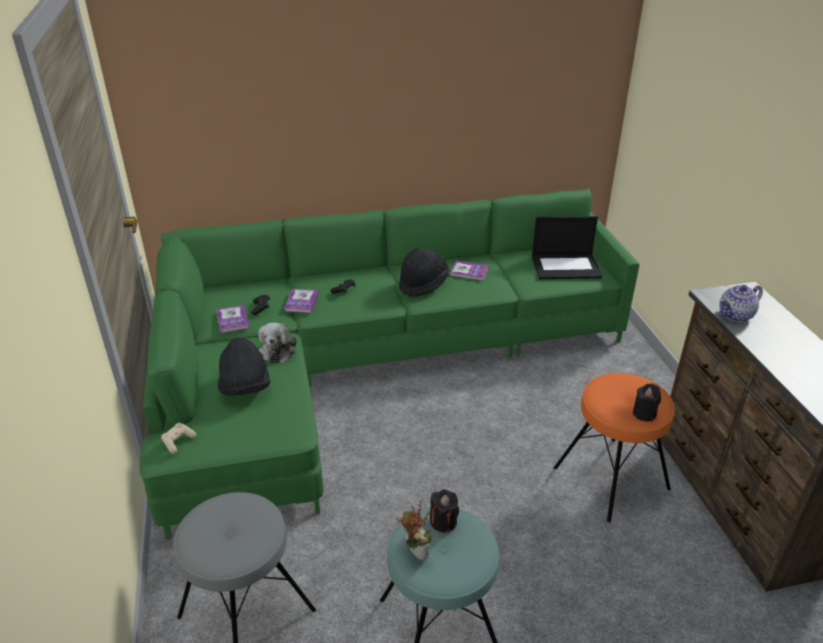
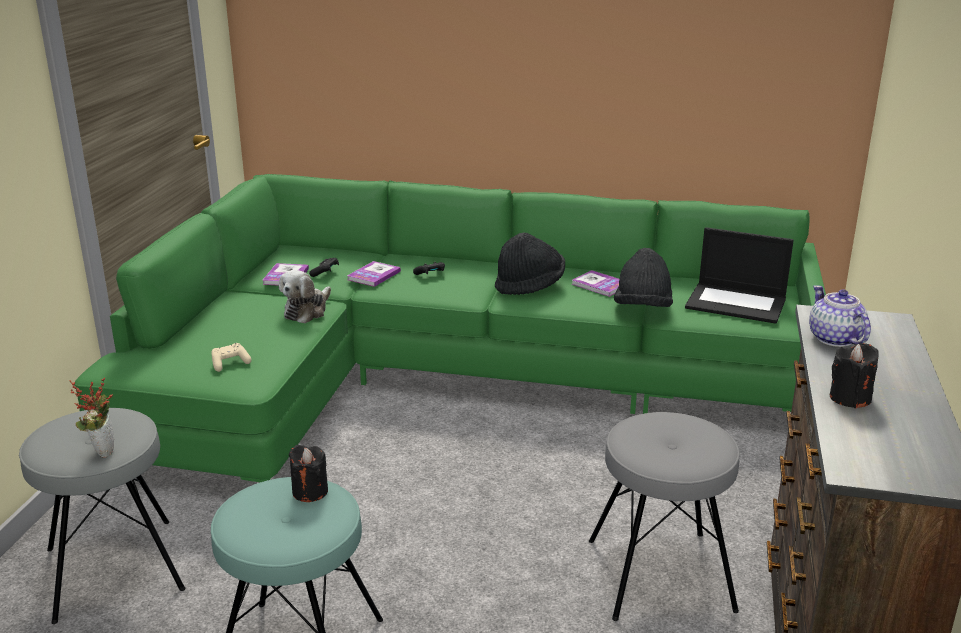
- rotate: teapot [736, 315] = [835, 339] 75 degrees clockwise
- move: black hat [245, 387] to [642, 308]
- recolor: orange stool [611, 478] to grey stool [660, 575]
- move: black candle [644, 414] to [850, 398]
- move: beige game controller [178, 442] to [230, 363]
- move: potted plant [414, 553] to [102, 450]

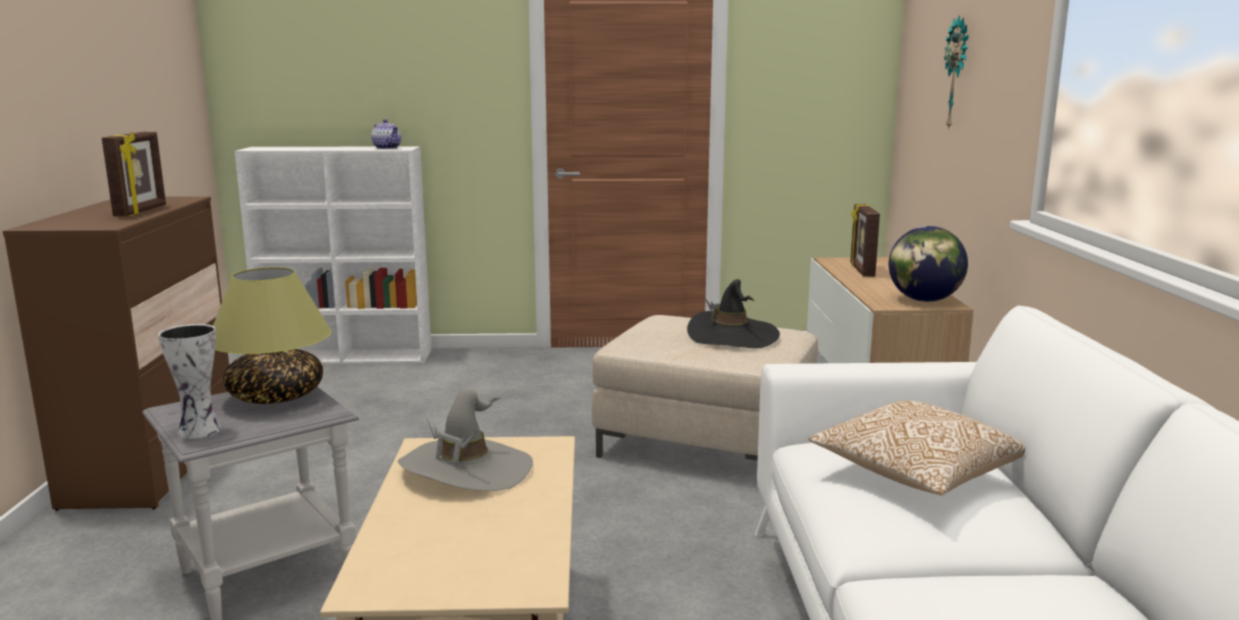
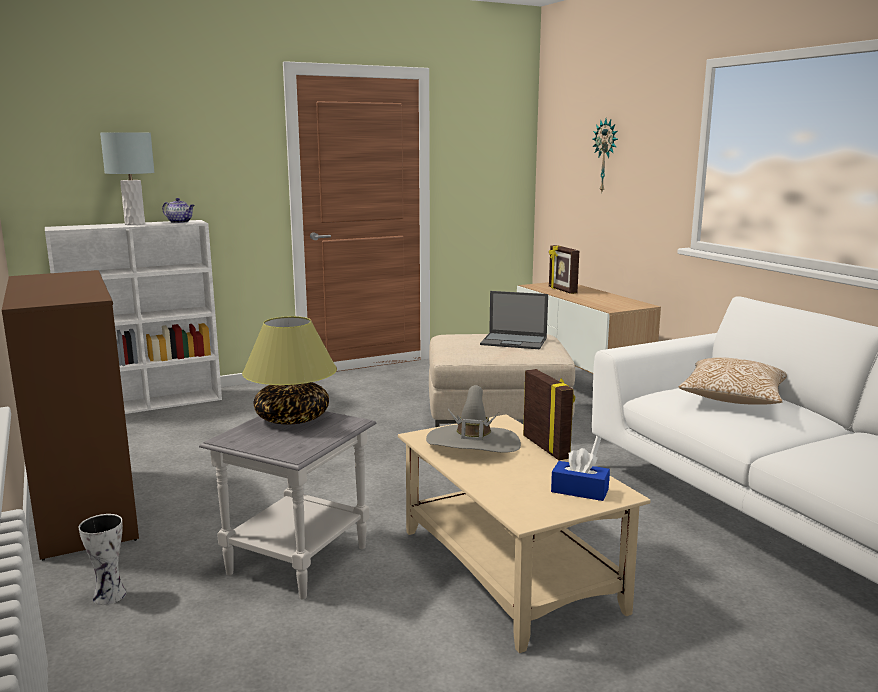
- move: picture frame [142, 211] to [546, 447]
- delete: globe [924, 300]
- replace: black hat [732, 336] to laptop [514, 341]
- move: vase [201, 431] to [111, 596]
- insert: grey table lamp [134, 224]
- insert: blue tissue box [579, 491]

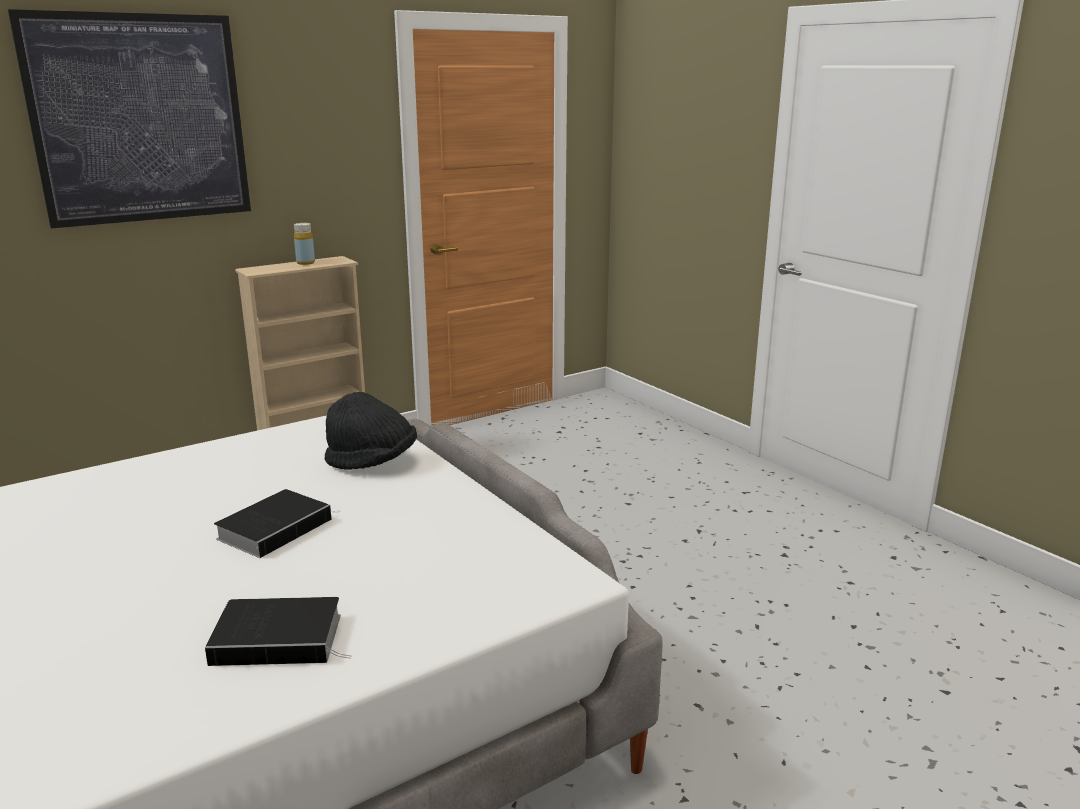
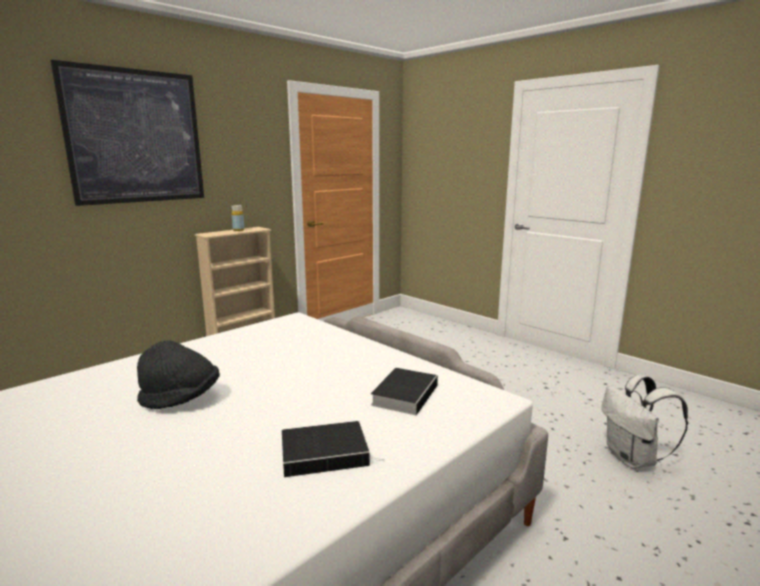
- move: black hat [372, 462] to [181, 399]
- move: book [276, 527] to [405, 394]
- insert: white backpack [633, 459]

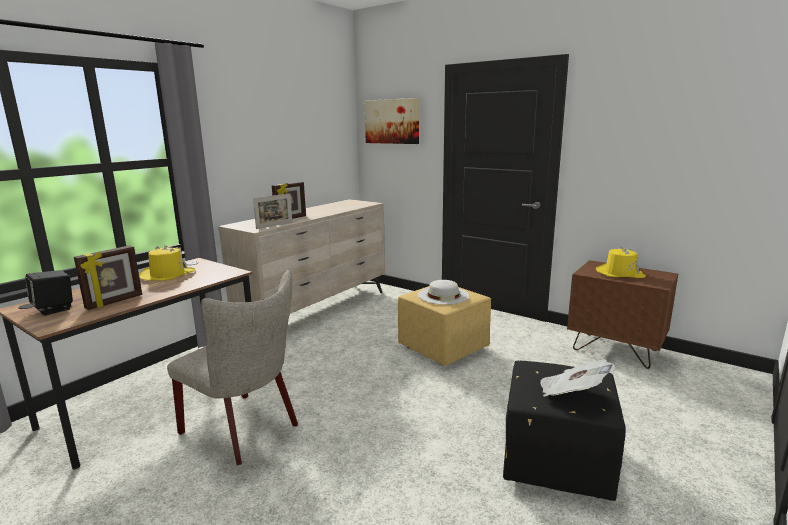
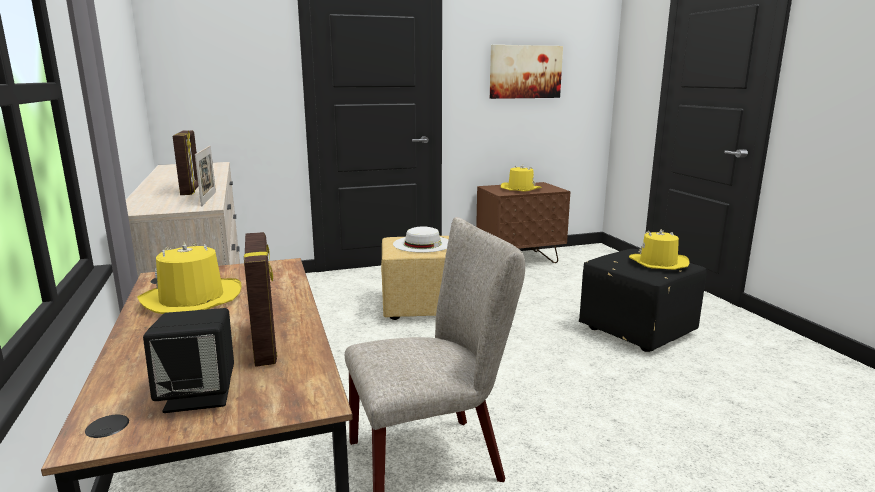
- move: picture [392, 121] to [525, 72]
- replace: newspaper [572, 393] to yellow hat [658, 263]

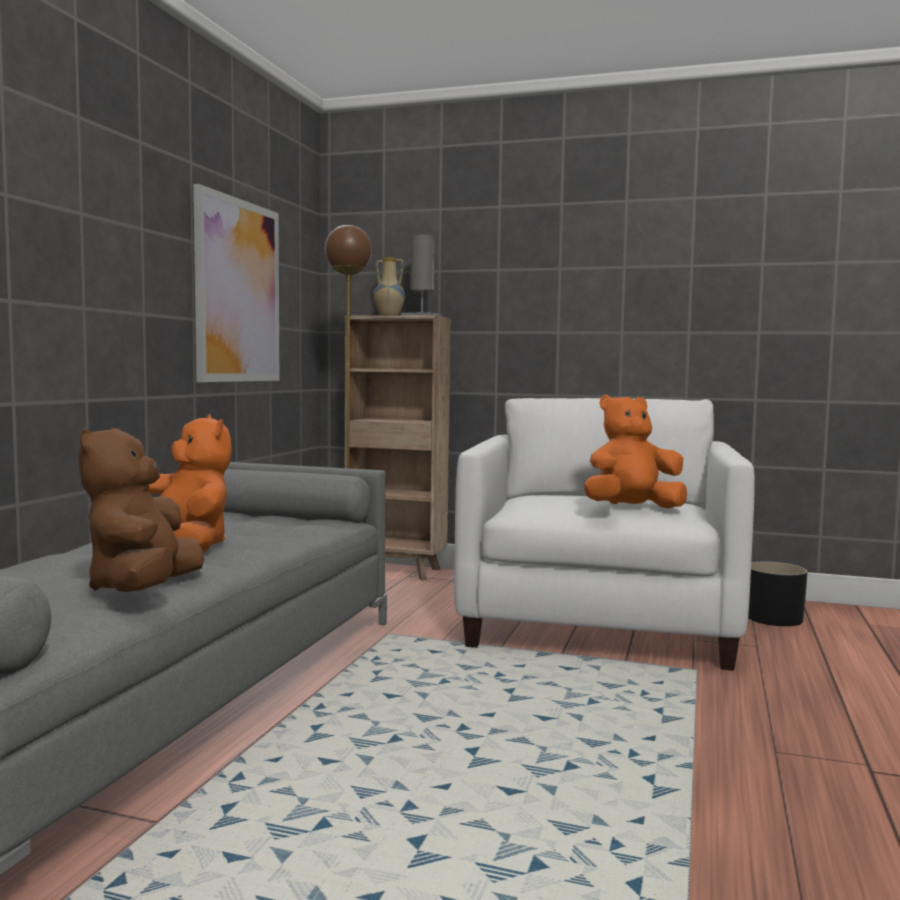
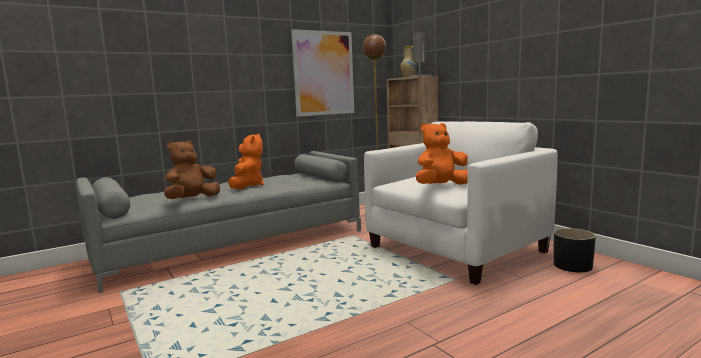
- rotate: orange plush toy [631, 509] = [441, 186] 45 degrees counterclockwise

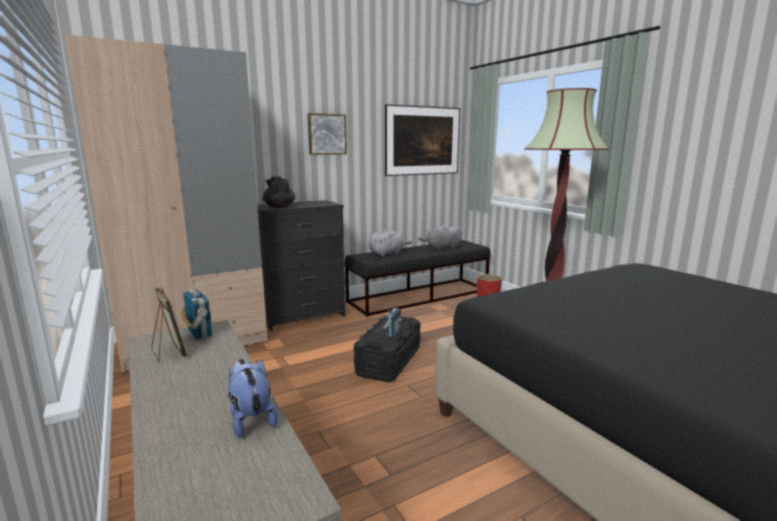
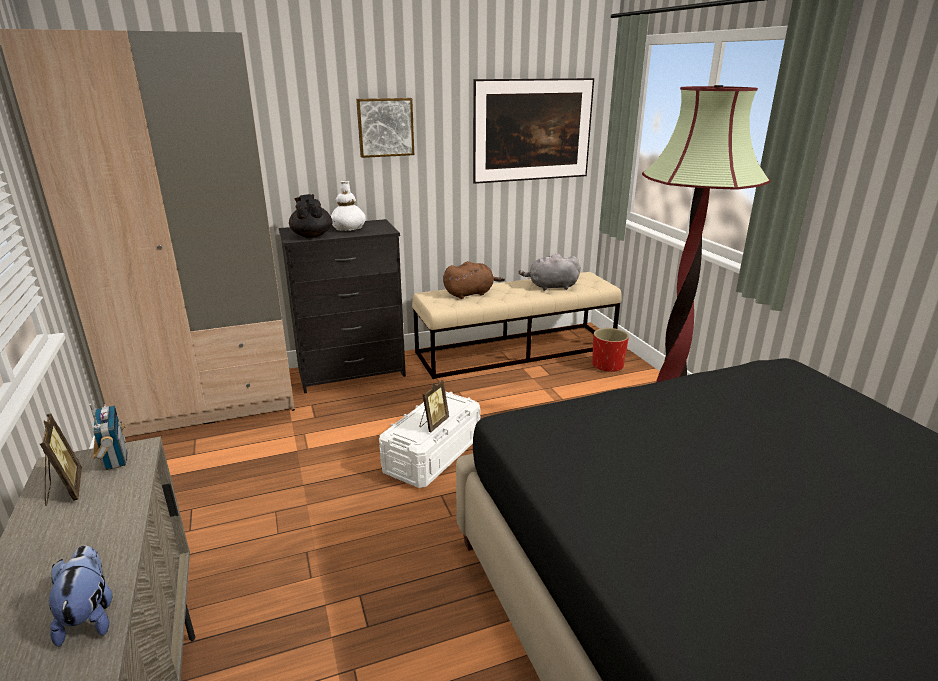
- recolor: grey plush toy [388, 253] to brown plush toy [470, 294]
- recolor: black bench [419, 296] to beige bench [516, 350]
- replace: radio [392, 333] to picture frame [433, 424]
- recolor: black storage box [388, 361] to white storage box [432, 455]
- insert: white vase [348, 228]

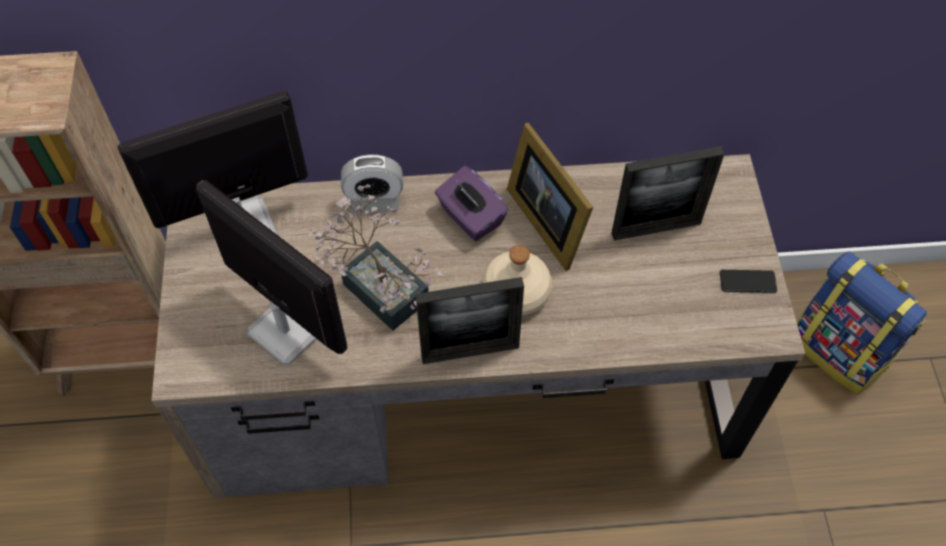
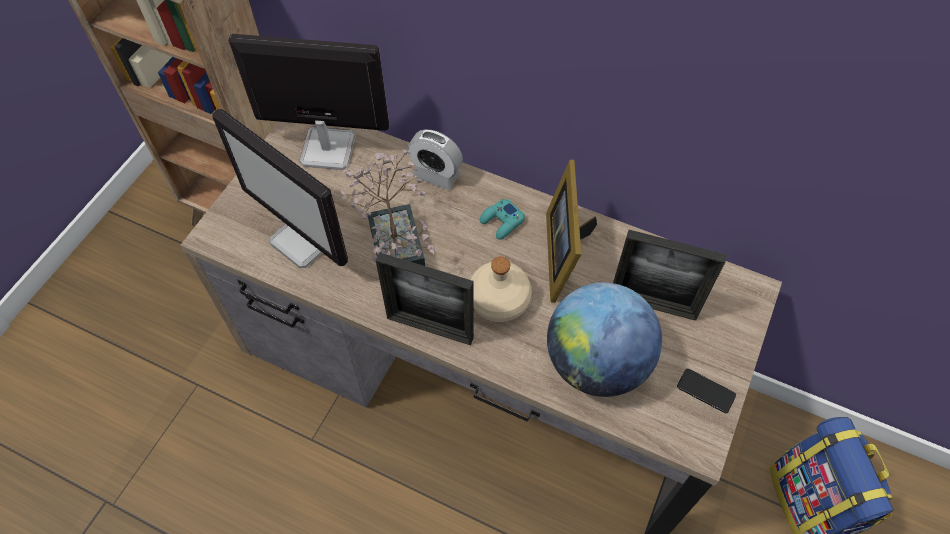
- replace: purple tissue box [470, 217] to turquoise game controller [502, 222]
- rotate: monitor [285, 329] = [305, 240] 150 degrees clockwise
- insert: globe [596, 363]

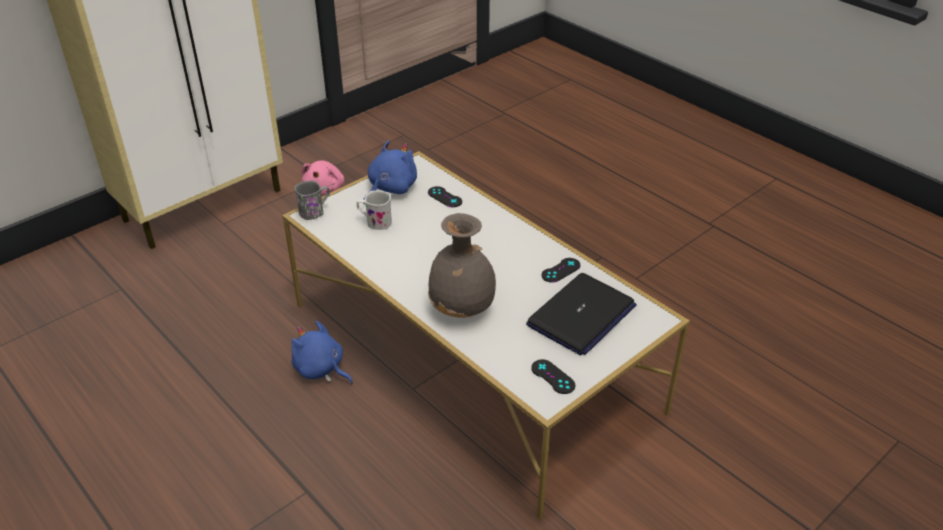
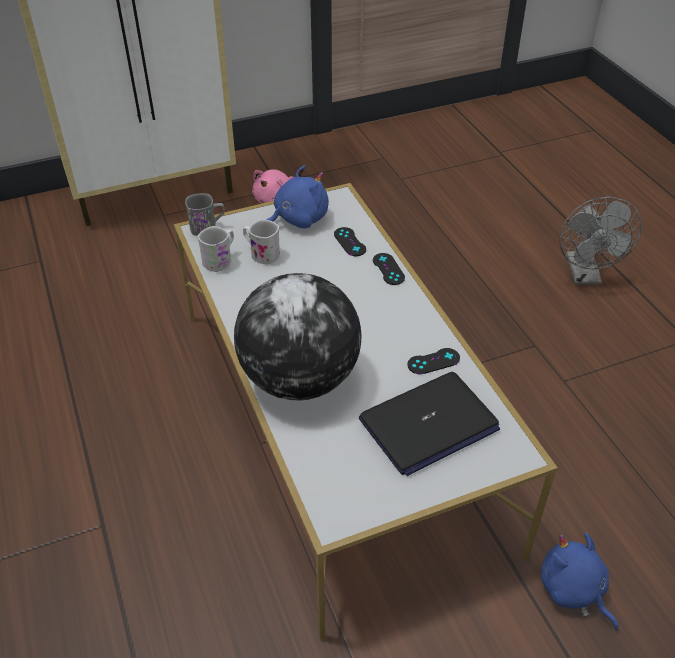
- replace: grey vase [463, 309] to globe [300, 380]
- move: blue plush toy [321, 369] to [573, 590]
- move: black game controller [553, 377] to [388, 269]
- insert: grey fan [585, 276]
- insert: white mug [220, 260]

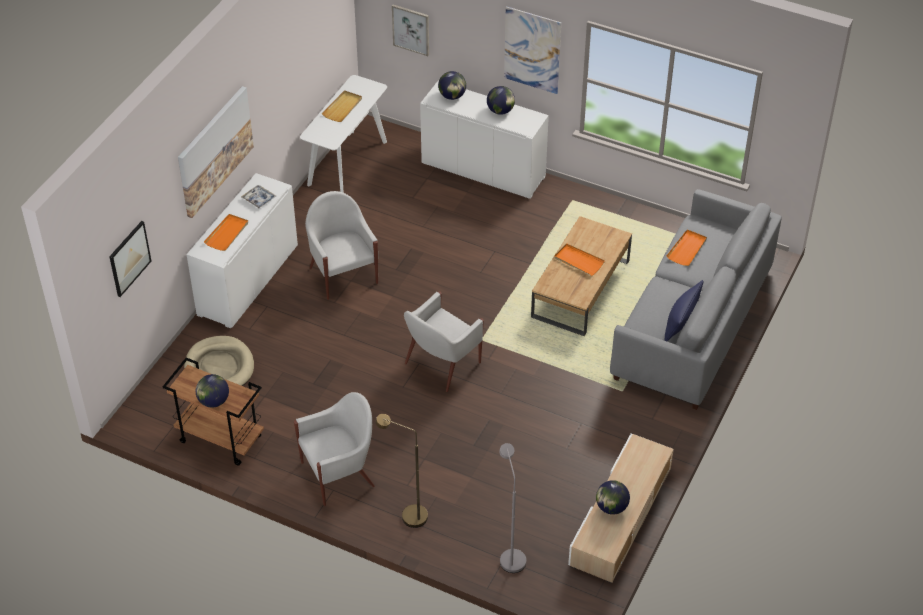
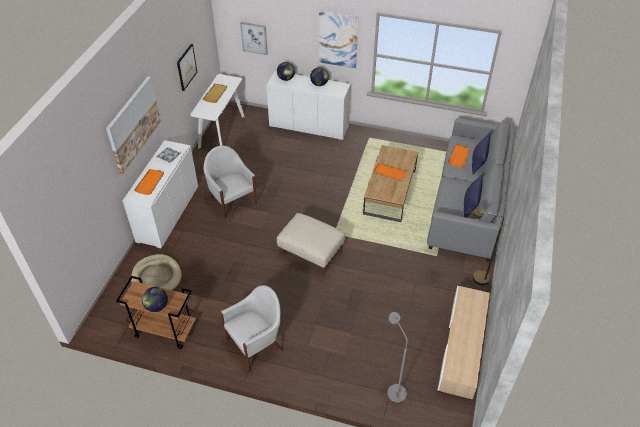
- move: picture [129, 258] to [186, 67]
- replace: white armchair [441, 364] to beige ottoman [311, 254]
- move: brown floor lamp [407, 515] to [476, 278]
- delete: globe [611, 507]
- insert: blue pillow [478, 161]

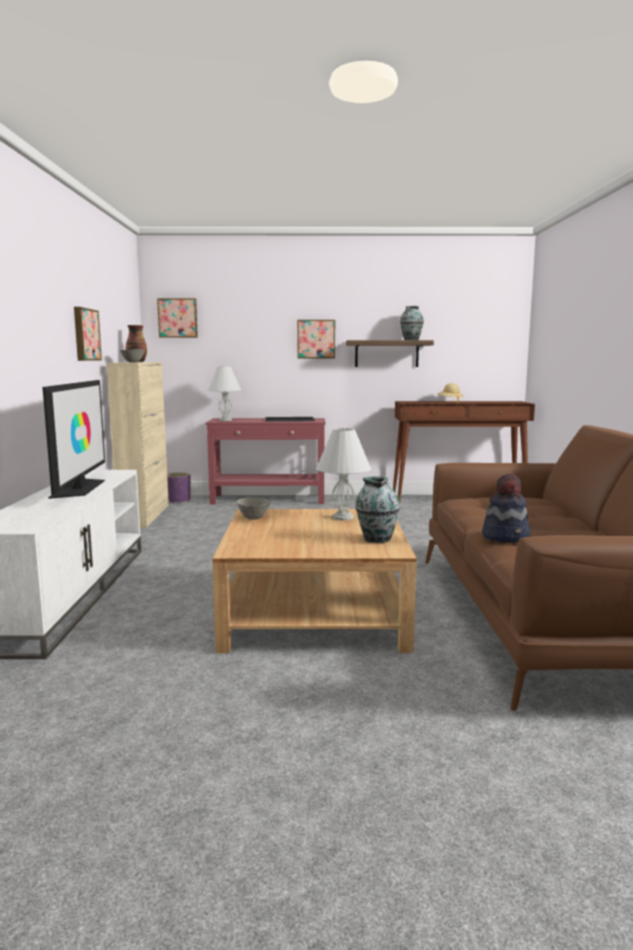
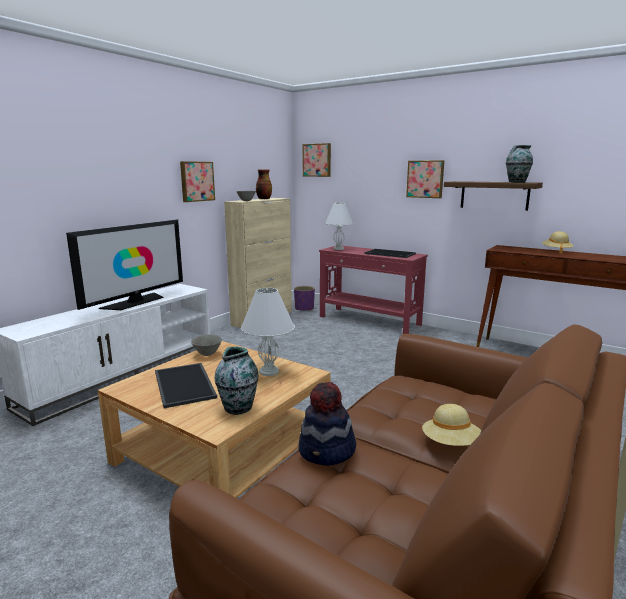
- insert: tray [186, 384]
- insert: beige hat [451, 444]

